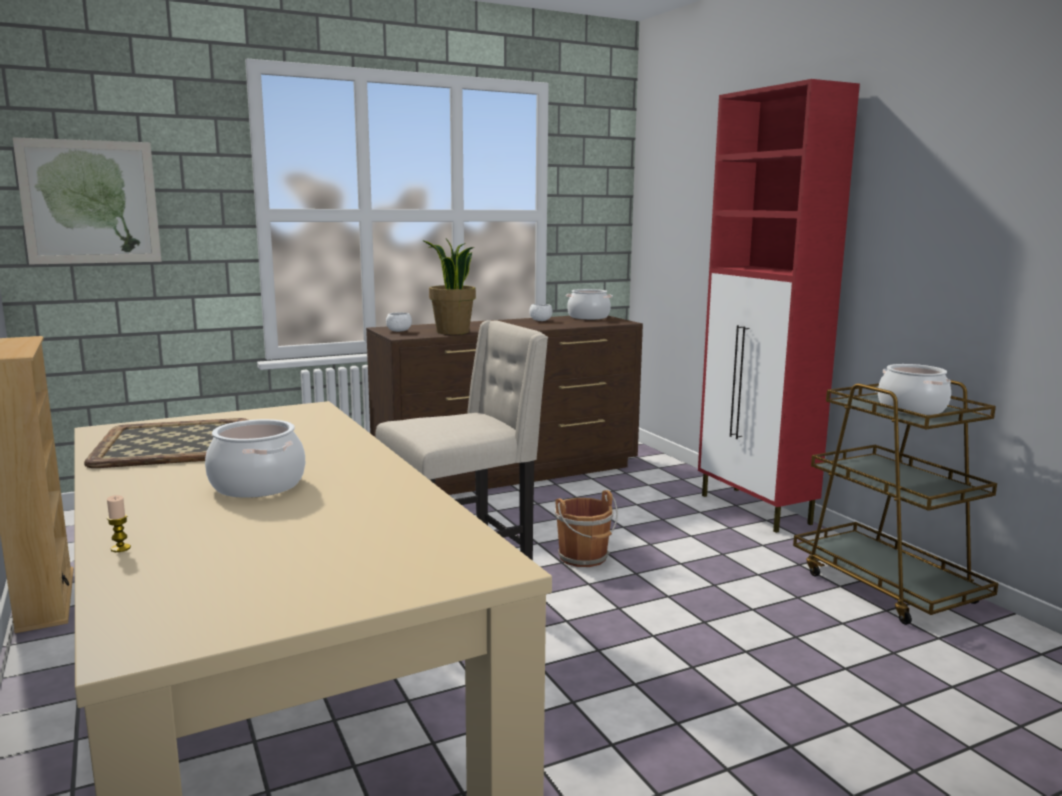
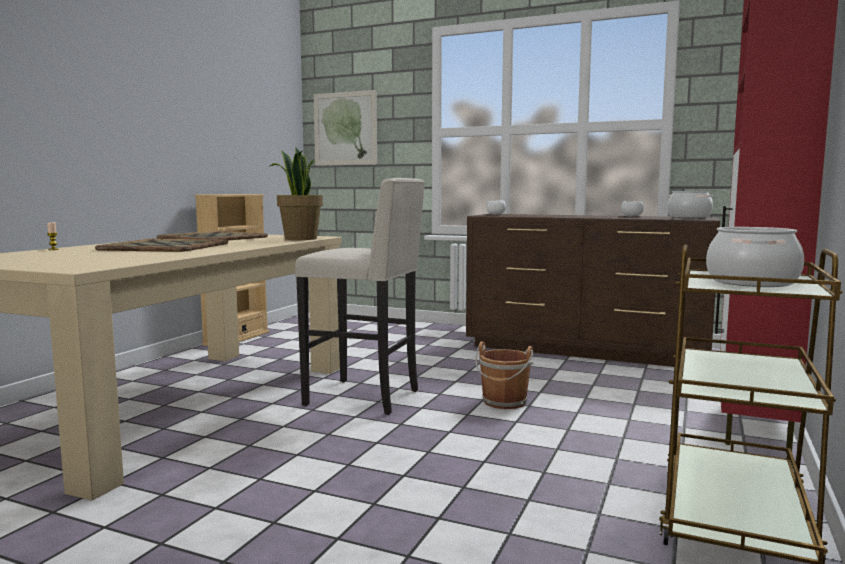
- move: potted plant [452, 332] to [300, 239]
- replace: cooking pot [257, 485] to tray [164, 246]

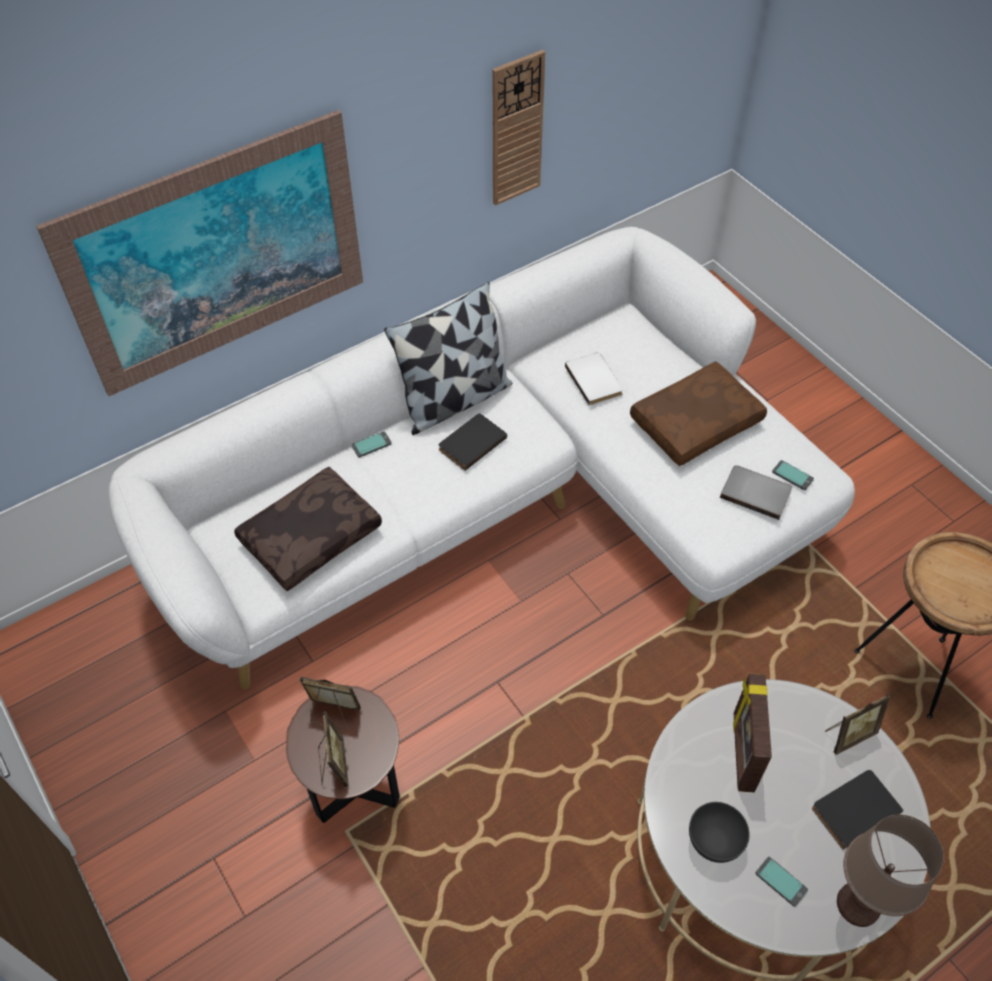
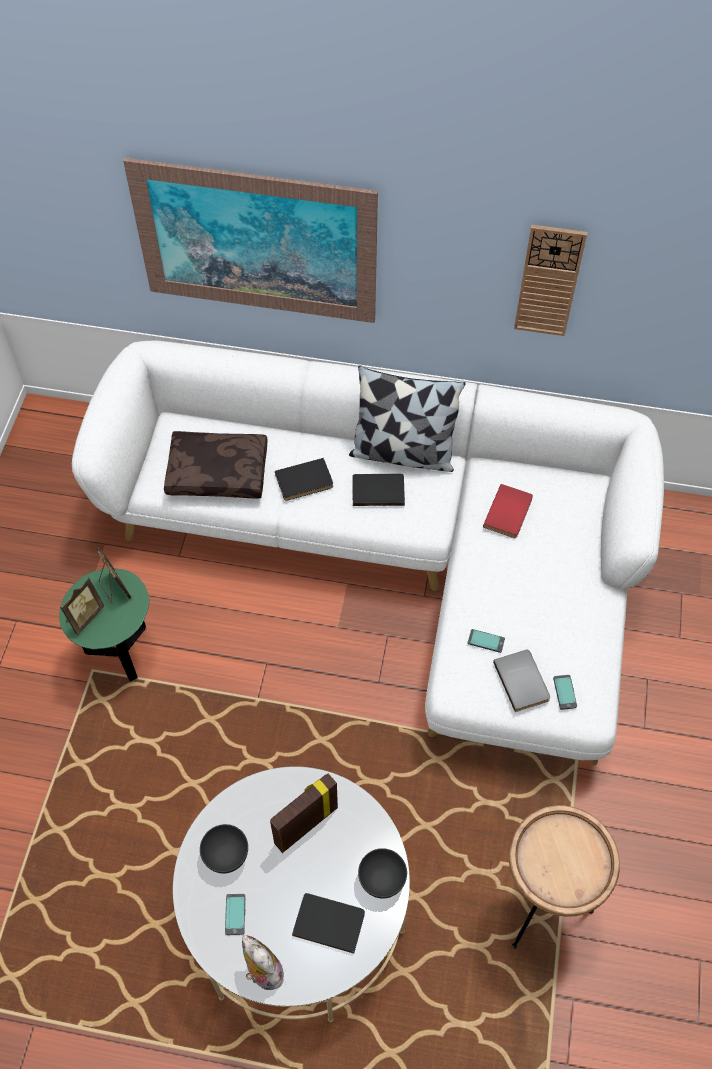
- recolor: white book [595, 380] to red book [509, 513]
- delete: brown pillow [695, 421]
- move: phone [371, 445] to [486, 641]
- recolor: brown side table [356, 790] to green side table [121, 652]
- replace: picture frame [848, 734] to grey bowl [382, 879]
- replace: brown table lamp [858, 904] to plush toy [262, 972]
- insert: black book [304, 482]

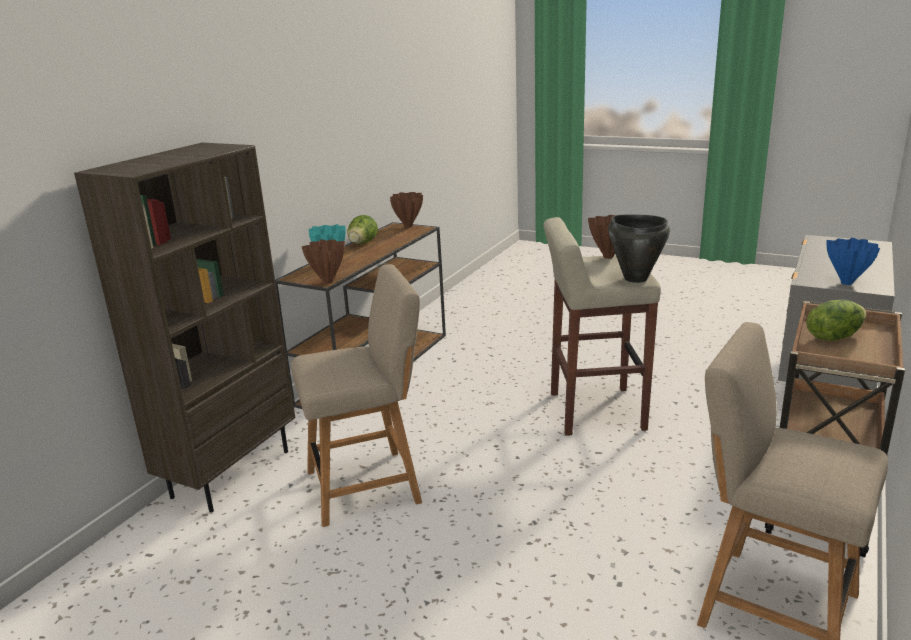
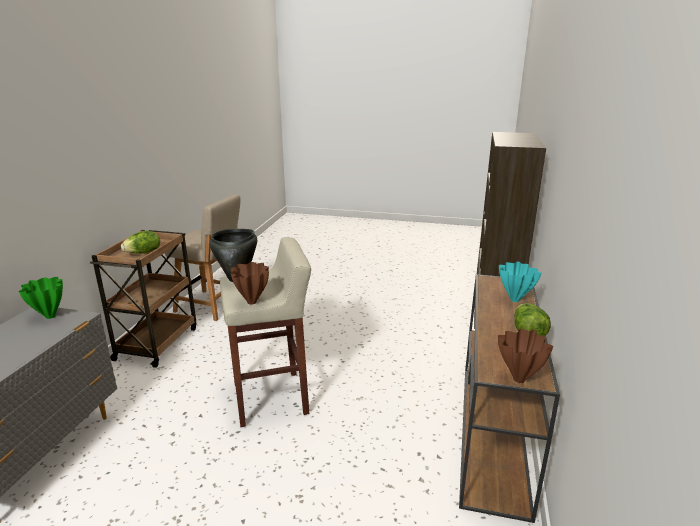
- recolor: blue vase [847, 283] to green vase [50, 316]
- delete: brown vase [328, 281]
- delete: beige chair [369, 485]

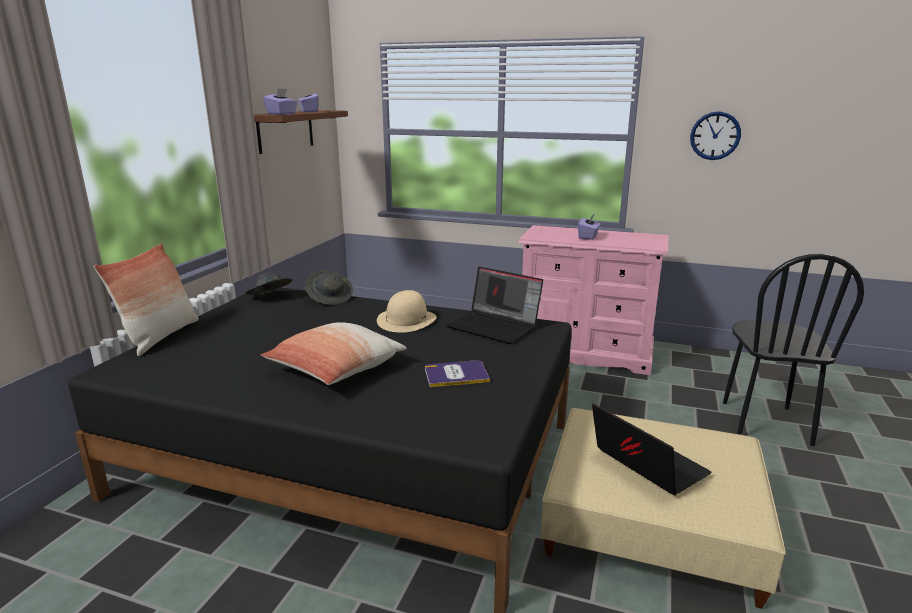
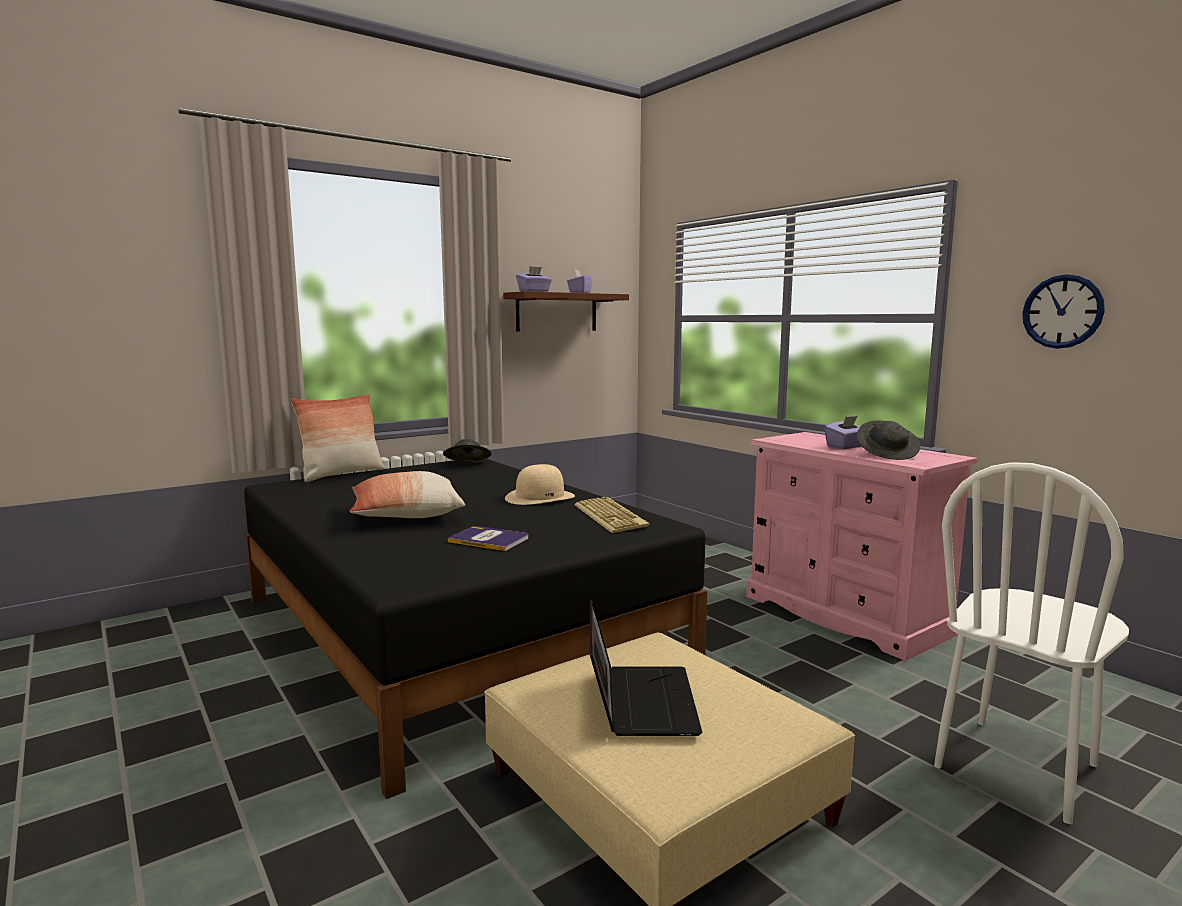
- recolor: black chair [764, 422] to white chair [1017, 766]
- replace: laptop [495, 326] to keyboard [612, 516]
- move: grey hat [330, 298] to [887, 454]

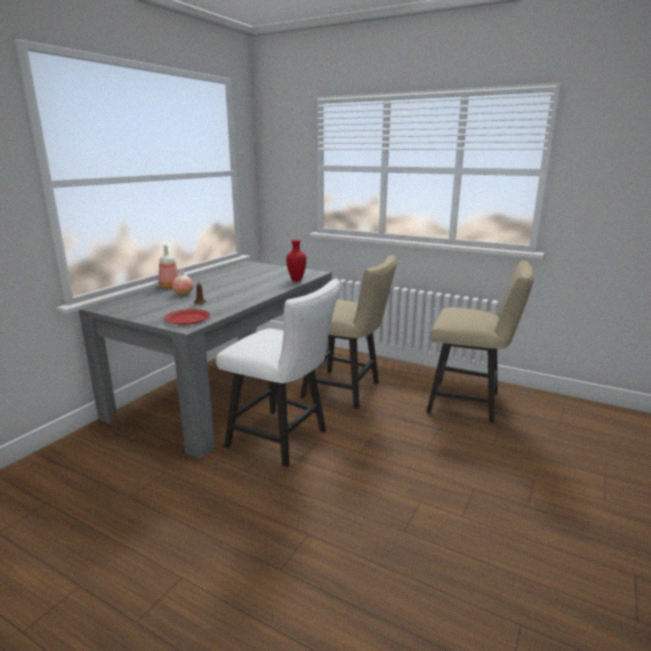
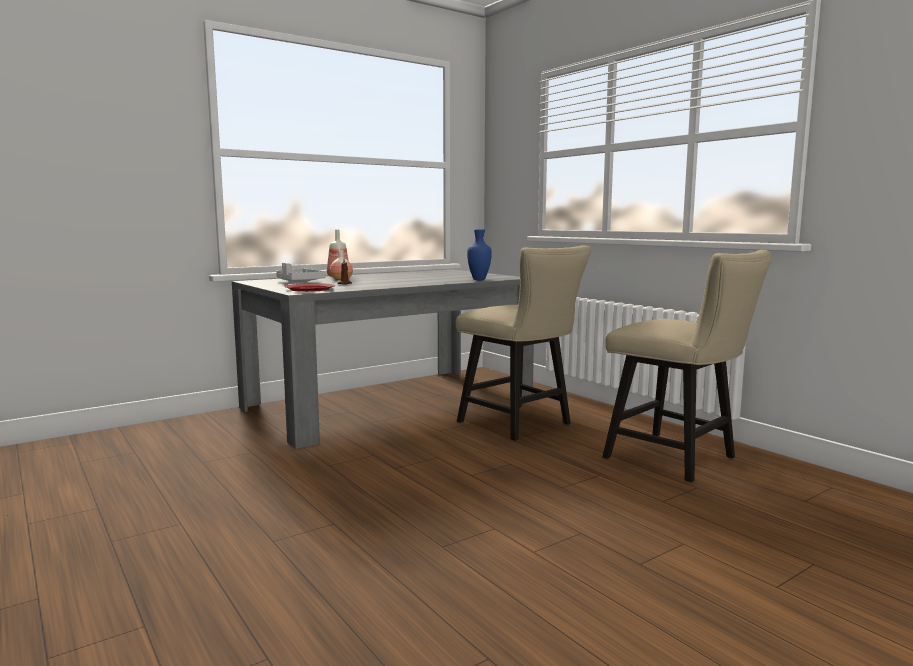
- recolor: red vase [297, 280] to blue vase [480, 279]
- delete: white chair [283, 439]
- insert: grey tray [298, 282]

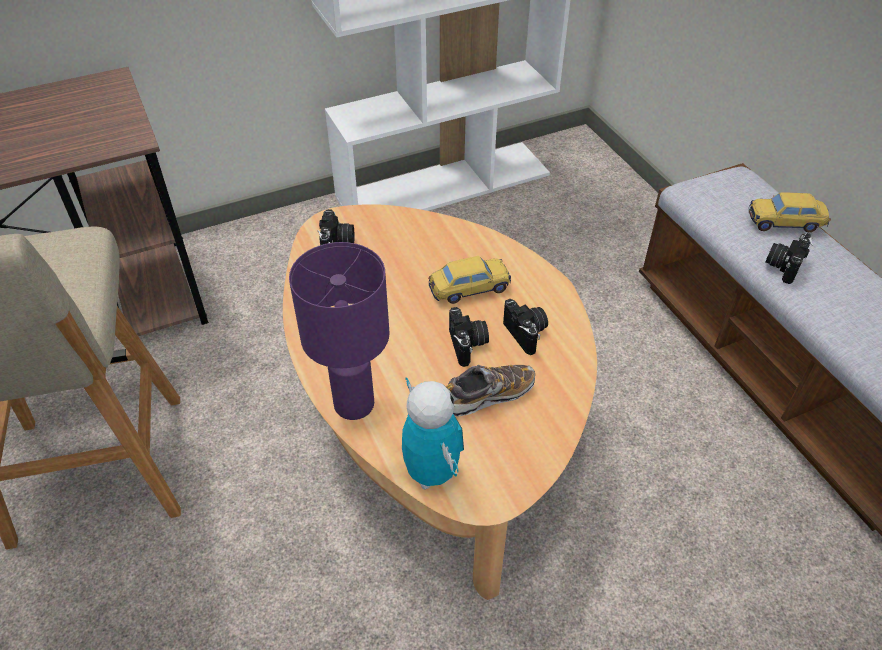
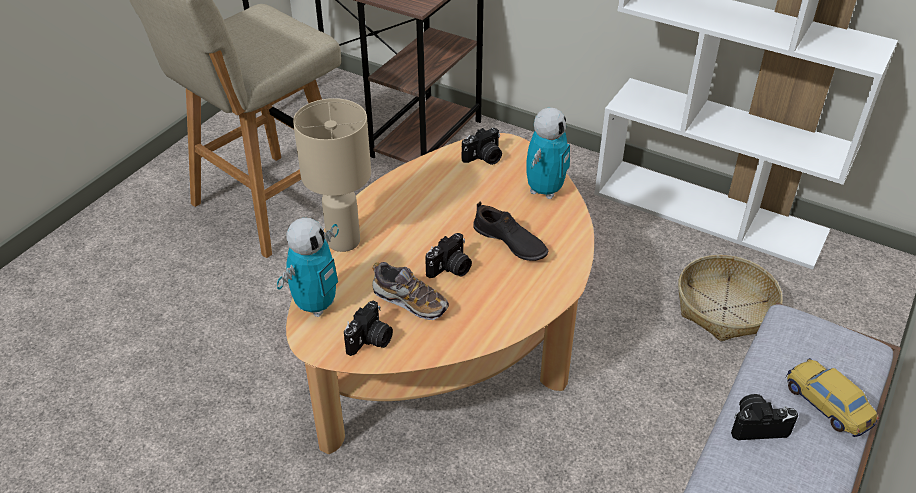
- recolor: purple table lamp [352, 404] to beige table lamp [342, 240]
- replace: toy car [469, 289] to black shoe [510, 243]
- move: photo camera [527, 333] to [370, 341]
- insert: toy robot [545, 190]
- insert: basket [725, 309]

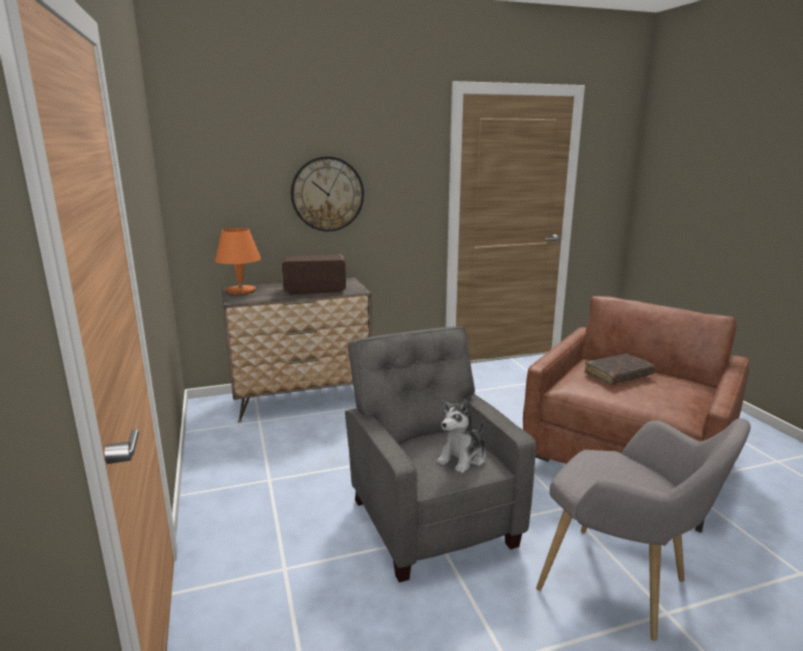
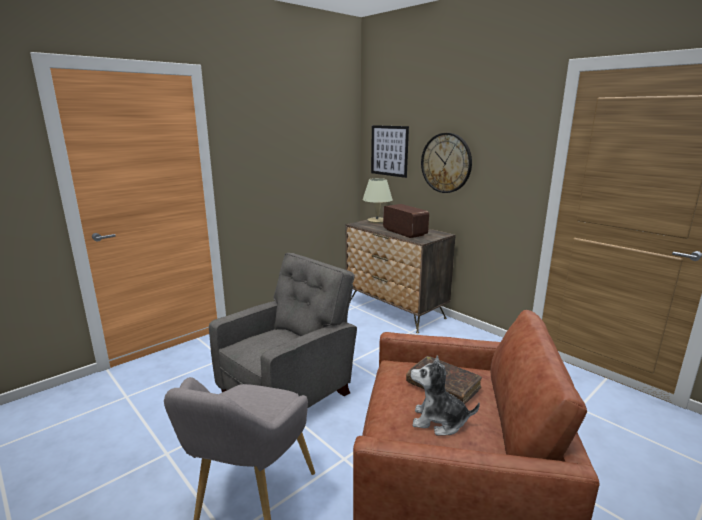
- recolor: orange table lamp [241, 290] to beige table lamp [377, 221]
- move: plush toy [463, 458] to [439, 421]
- insert: picture [389, 150]

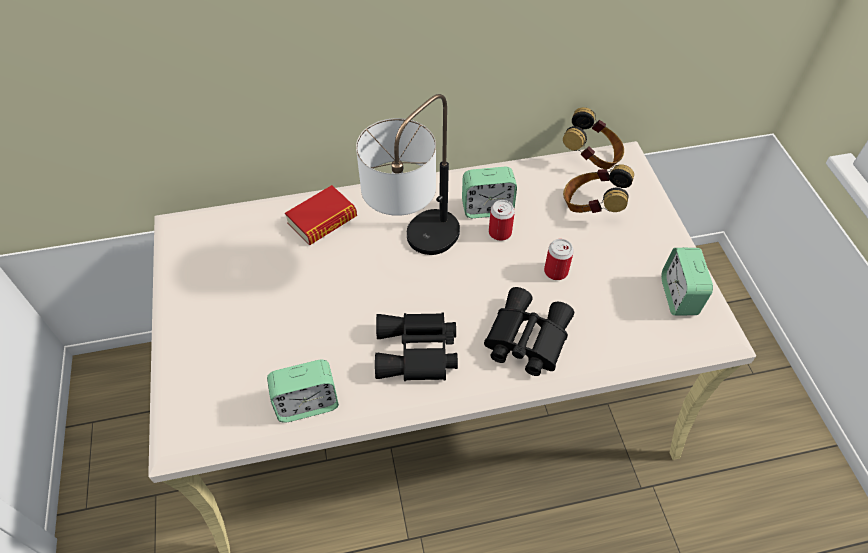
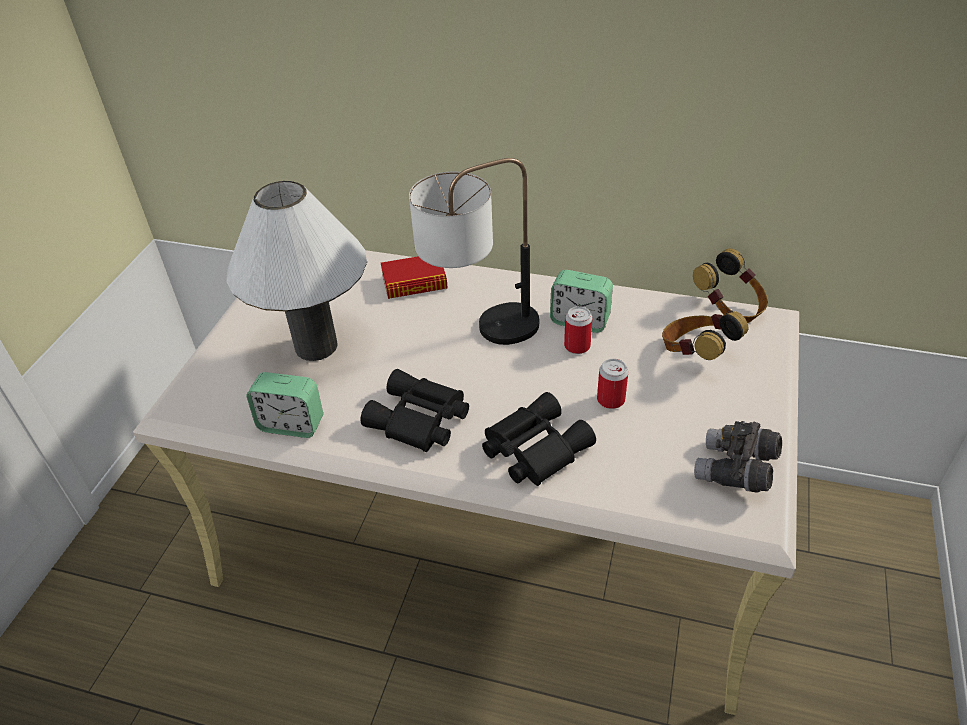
- replace: alarm clock [678, 296] to grey binoculars [735, 471]
- insert: white table lamp [316, 346]

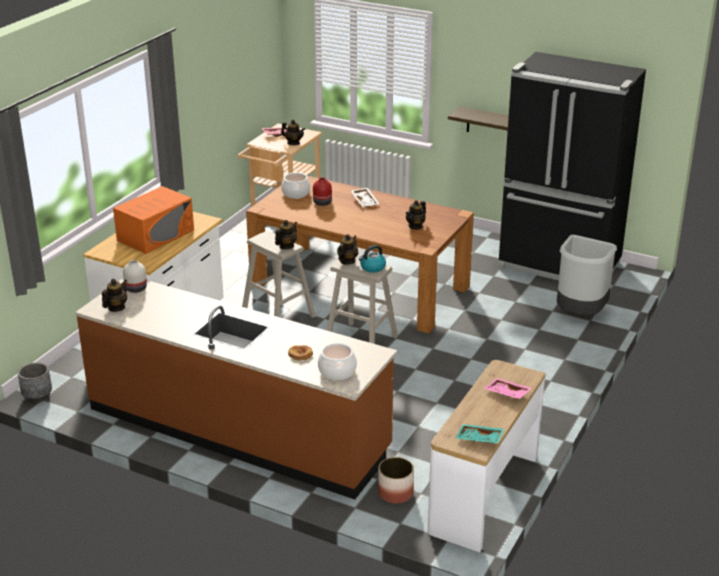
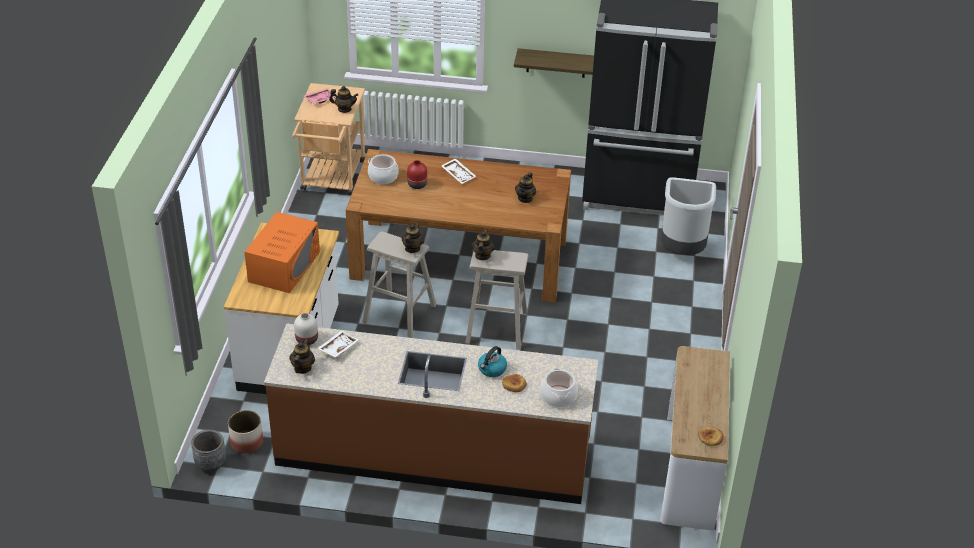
- move: kettle [372, 267] to [492, 369]
- delete: pink tray [506, 394]
- replace: turquoise tray [479, 439] to bread [710, 437]
- move: planter [395, 493] to [246, 442]
- insert: white tray [338, 348]

